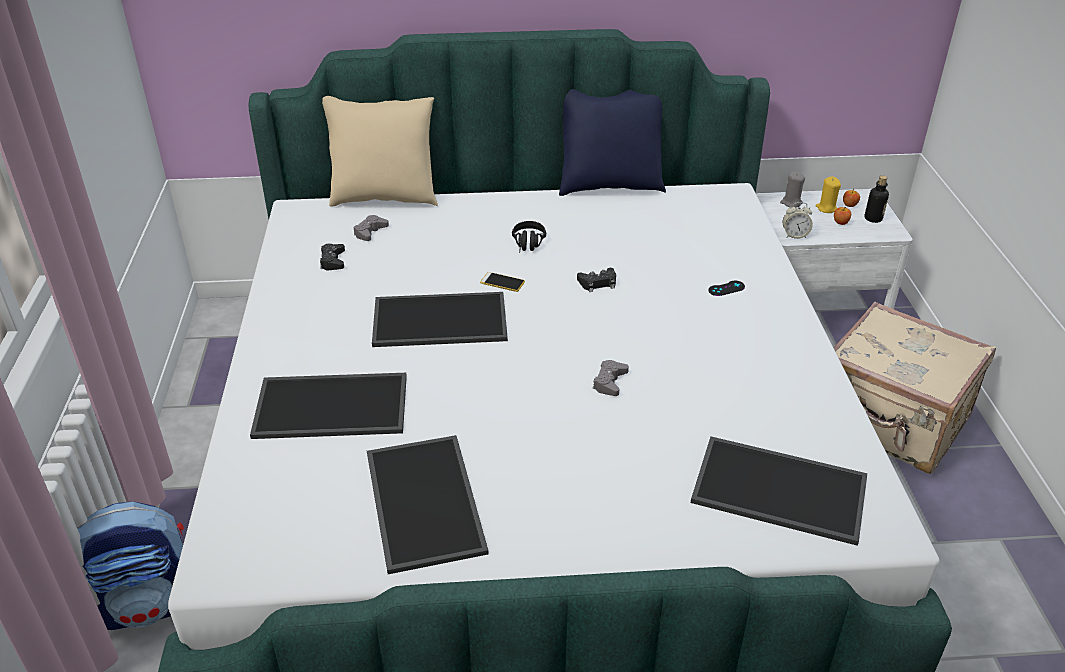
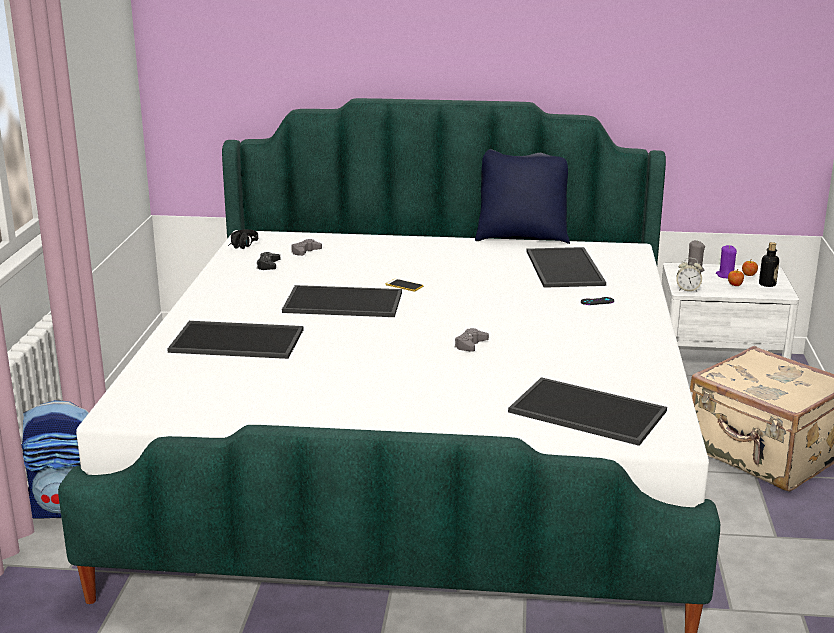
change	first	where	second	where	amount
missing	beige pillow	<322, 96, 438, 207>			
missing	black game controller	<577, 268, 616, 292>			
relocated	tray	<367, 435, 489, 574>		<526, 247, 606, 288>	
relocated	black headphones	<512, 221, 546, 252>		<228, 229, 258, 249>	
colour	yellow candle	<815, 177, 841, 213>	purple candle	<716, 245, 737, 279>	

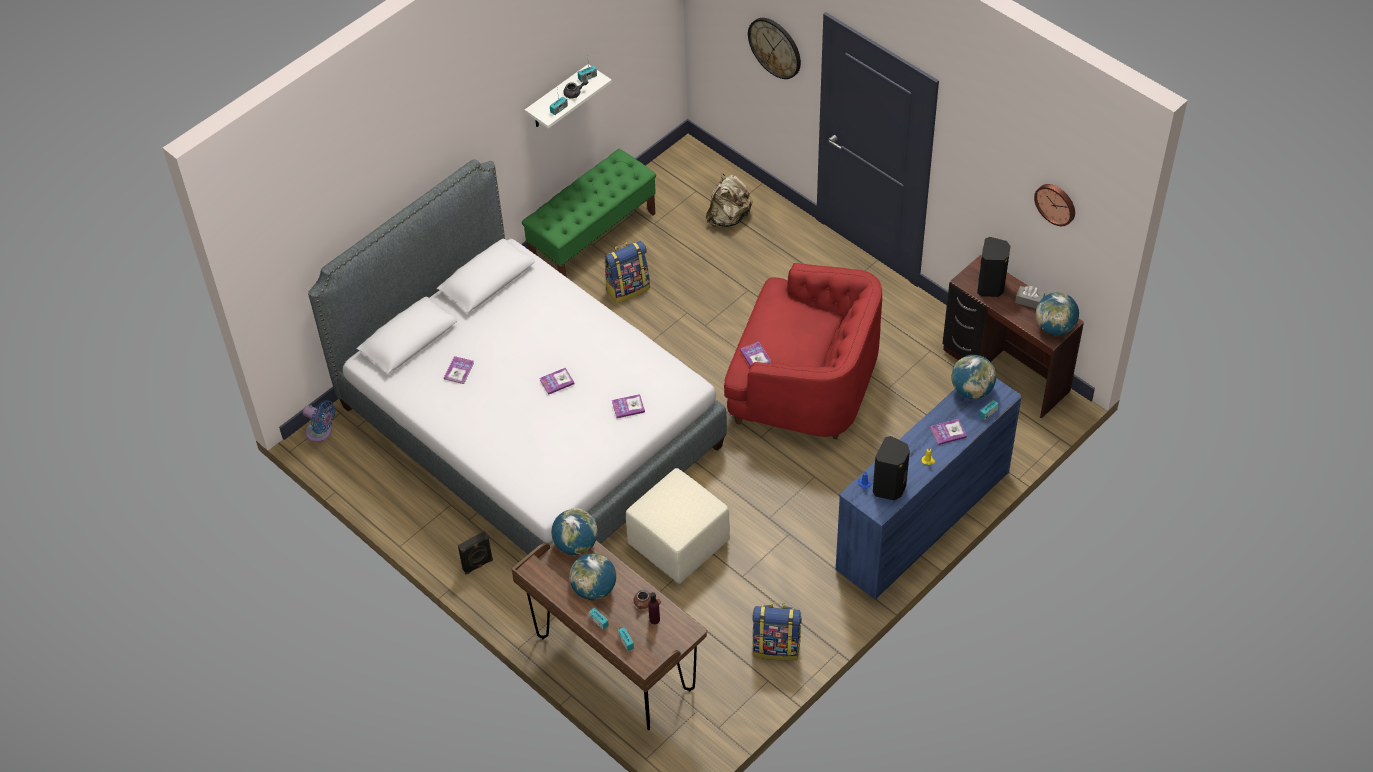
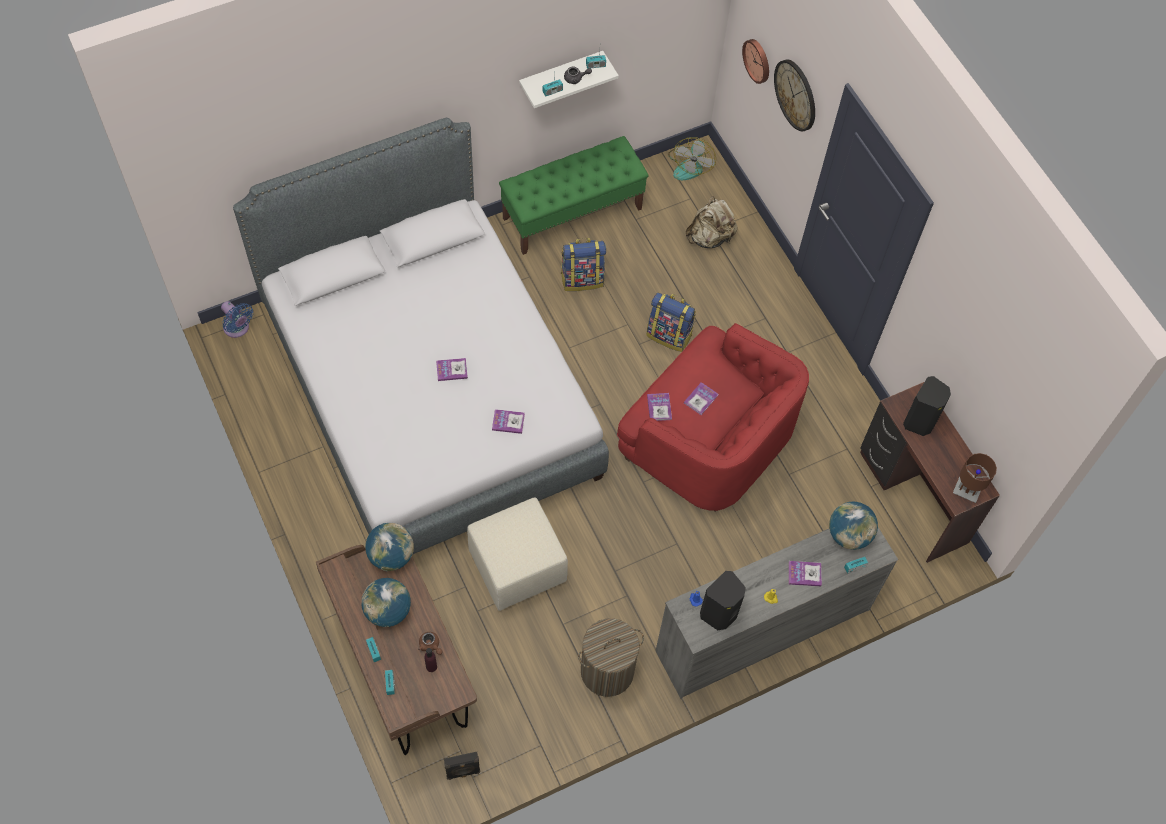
change	first	where	second	where	amount
missing	grey tissue box	<1015, 286, 1045, 308>			
appeared			laundry basket	<578, 618, 644, 697>	
appeared			fan	<668, 137, 716, 180>	
relocated	book	<444, 356, 474, 384>		<684, 382, 718, 415>	
relocated	black speaker	<458, 531, 493, 574>		<444, 752, 480, 780>	
relocated	backpack	<752, 603, 802, 661>		<646, 293, 696, 352>	
relocated	wall clock	<1034, 184, 1075, 226>		<742, 39, 769, 84>	
exchanged	globe	<1036, 292, 1079, 335>	brown table lamp	<953, 453, 997, 503>	
colour	blue dresser	<836, 378, 1022, 600>	grey dresser	<656, 527, 898, 699>	

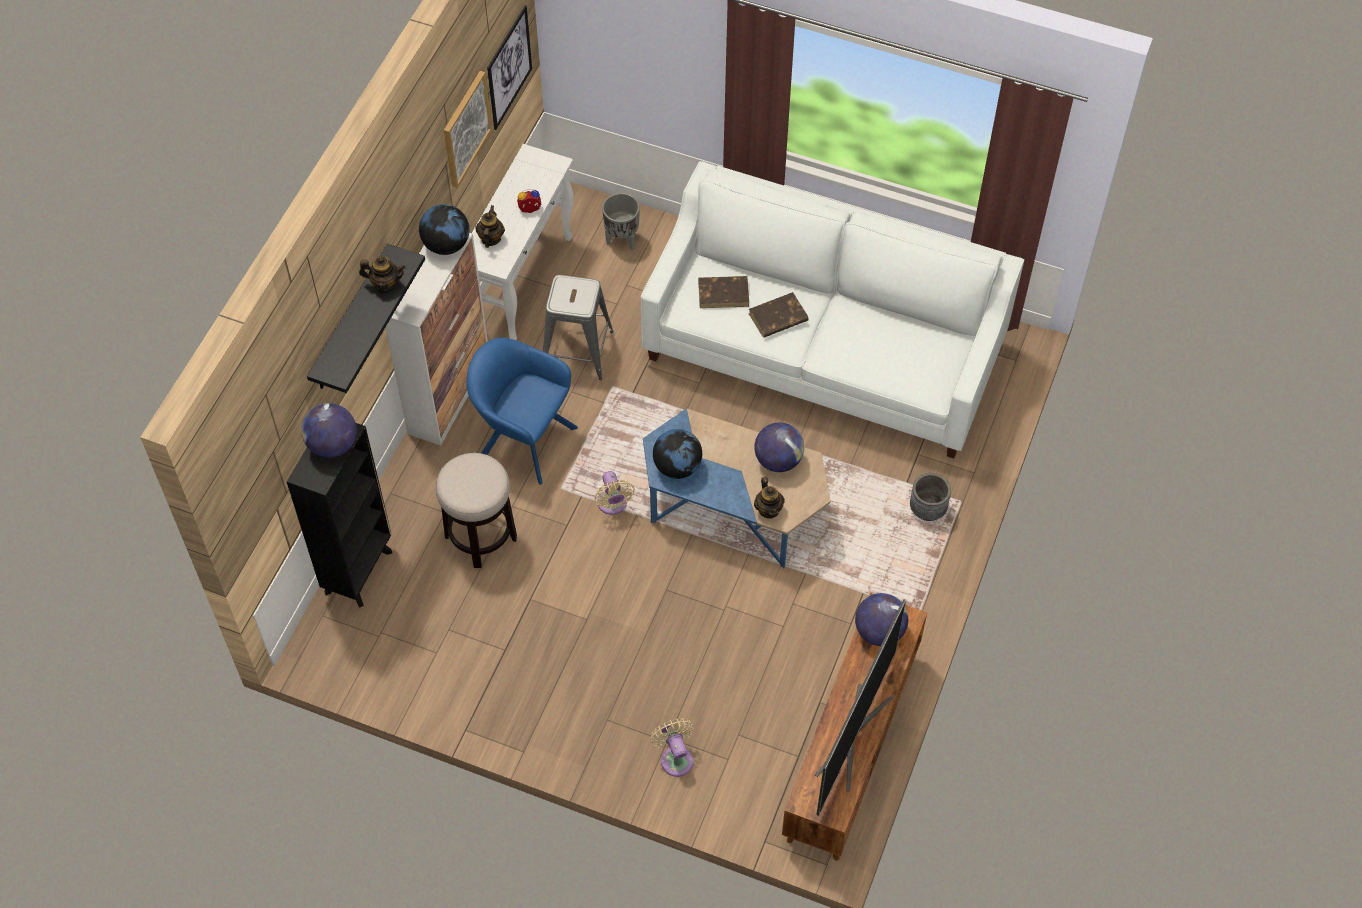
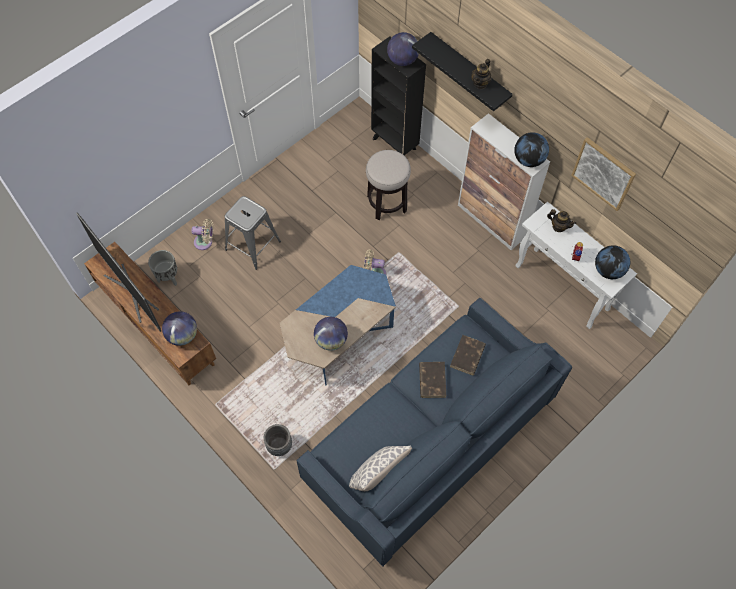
change	first	where	second	where	amount
missing	blue armchair	<467, 338, 578, 485>			
missing	picture	<487, 5, 532, 130>			
missing	teapot	<754, 477, 785, 519>			
appeared			pillow	<349, 446, 412, 491>	
relocated	grey stool	<543, 275, 613, 380>		<225, 196, 281, 270>	
relocated	grey planter	<602, 193, 640, 250>		<148, 250, 177, 286>	
relocated	globe	<653, 429, 702, 479>		<595, 245, 630, 279>	
colour	white sofa	<641, 161, 1025, 458>	blue sofa	<296, 297, 572, 566>	

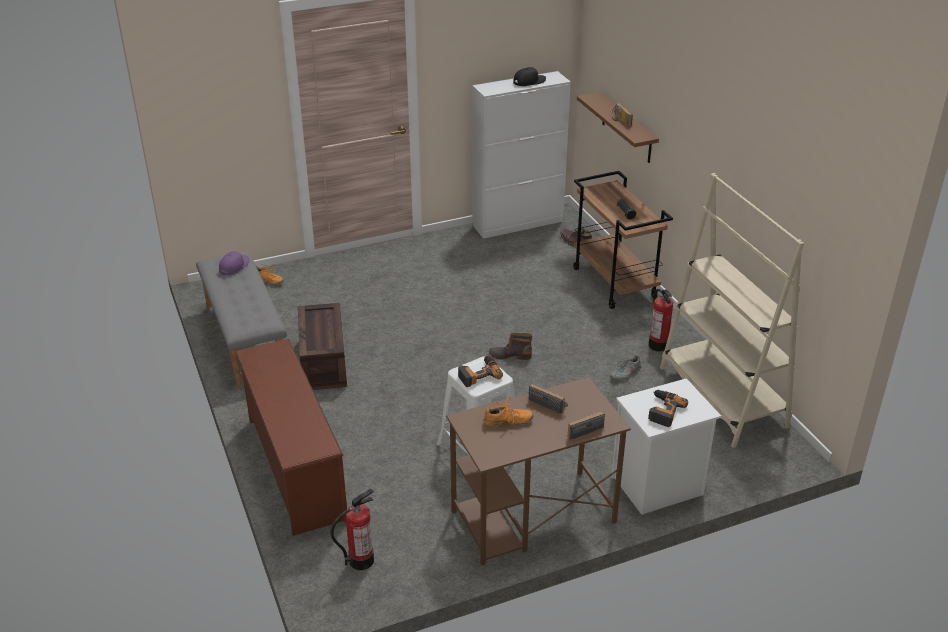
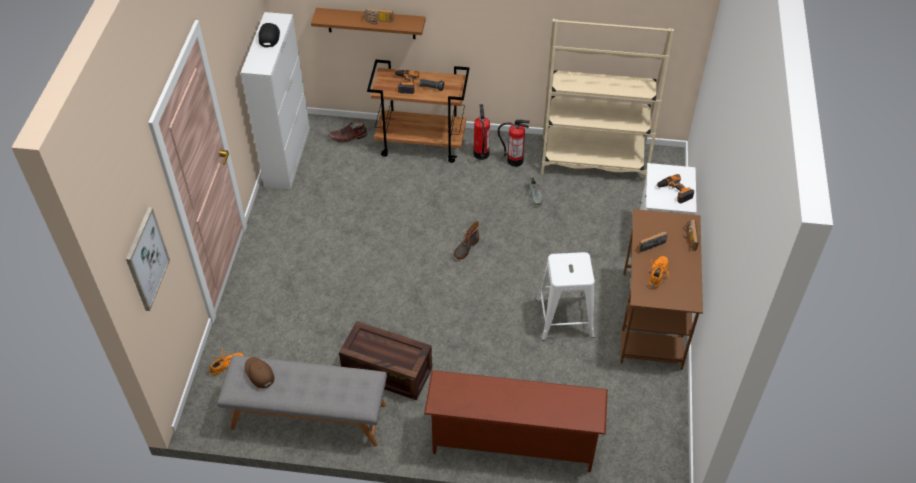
change	first	where	second	where	amount
appeared			picture	<126, 207, 170, 311>	
relocated	fire extinguisher	<331, 489, 374, 570>		<473, 104, 490, 160>	
relocated	power drill	<458, 356, 503, 387>		<394, 70, 419, 94>	
colour	purple cap	<219, 251, 249, 275>	brown cap	<245, 357, 275, 389>	

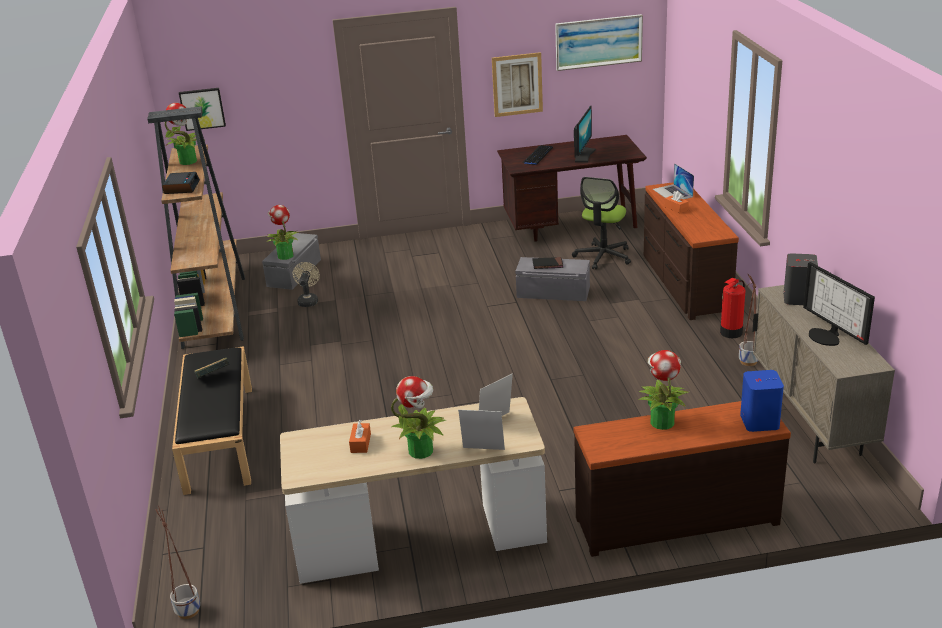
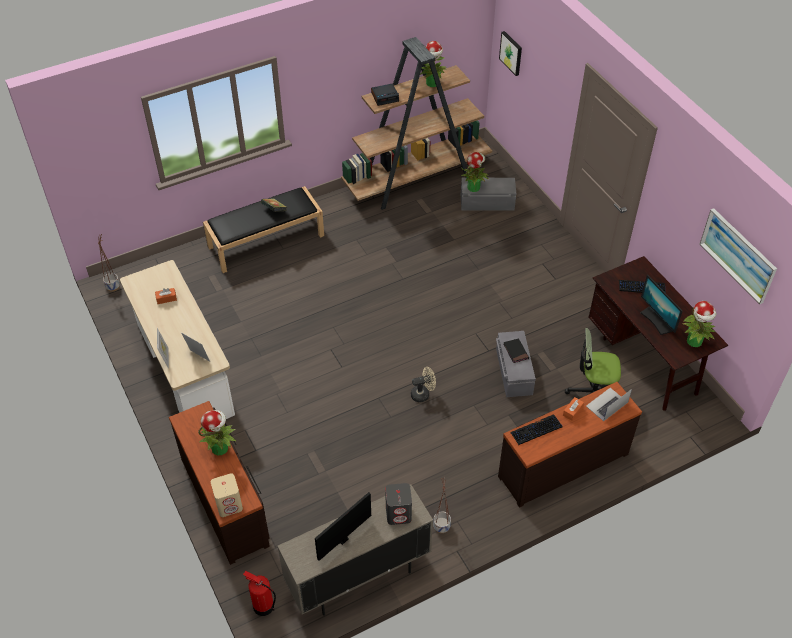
change	first	where	second	where	amount
missing	picture	<492, 52, 543, 117>			
appeared			keyboard	<510, 414, 562, 445>	
relocated	beige fan	<293, 262, 320, 307>		<411, 367, 436, 402>	
relocated	potted plant	<391, 376, 447, 459>		<682, 301, 716, 347>	
relocated	fire extinguisher	<720, 278, 746, 338>		<243, 571, 276, 616>	
colour	blue speaker	<740, 370, 784, 432>	beige speaker	<211, 473, 243, 517>	
spun	monitor	<574, 105, 596, 162>		<641, 275, 683, 335>	60 degrees clockwise

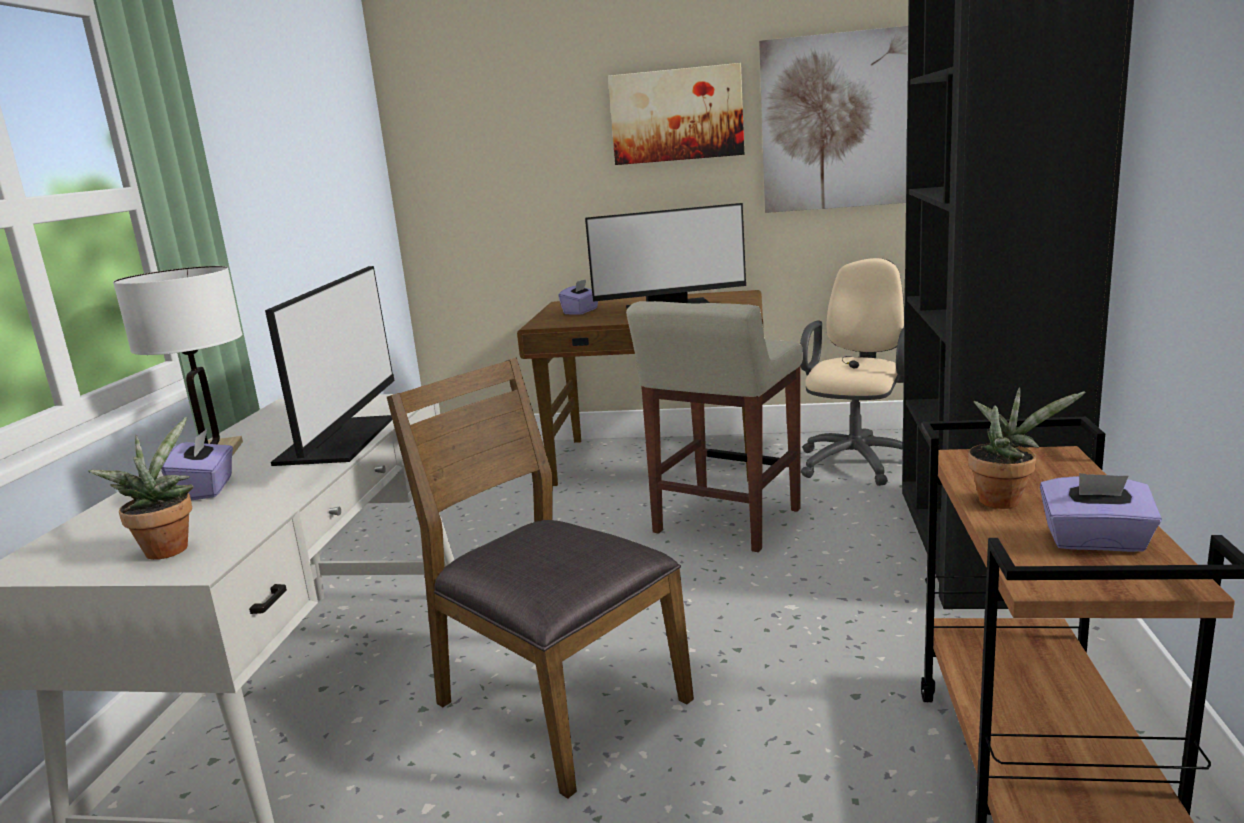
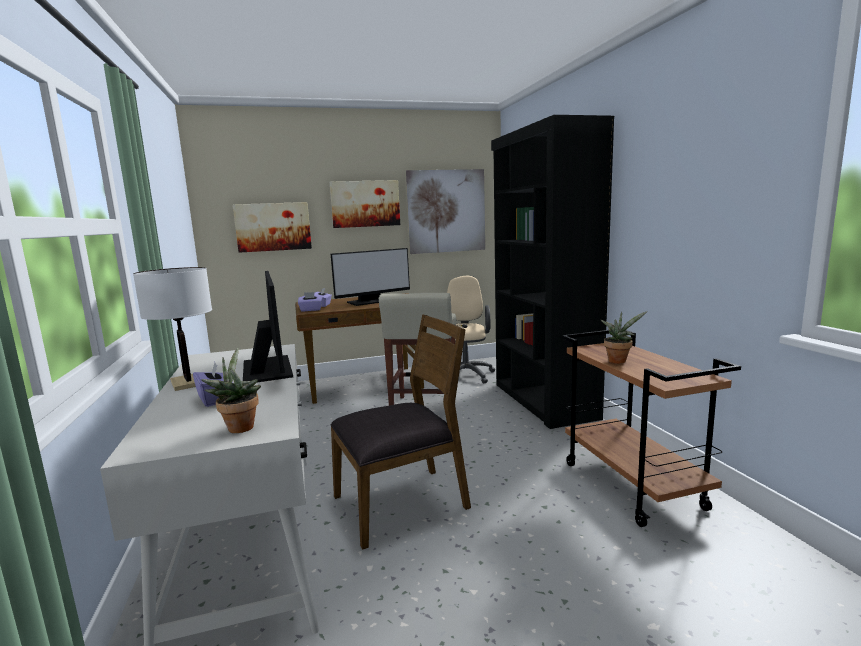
change	first	where	second	where	amount
appeared			picture	<233, 202, 312, 253>	
relocated	purple tissue box	<1040, 473, 1162, 552>		<298, 292, 323, 311>	
spun	brown chair	<387, 357, 694, 799>		<330, 314, 471, 550>	135 degrees clockwise

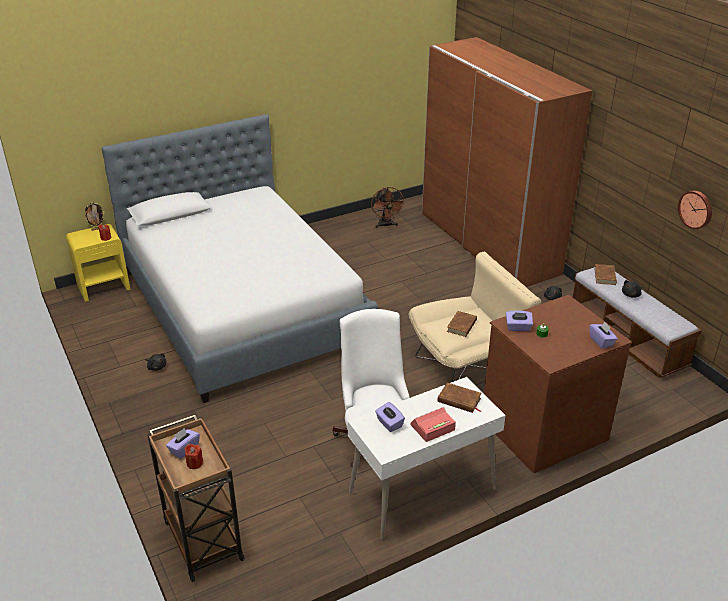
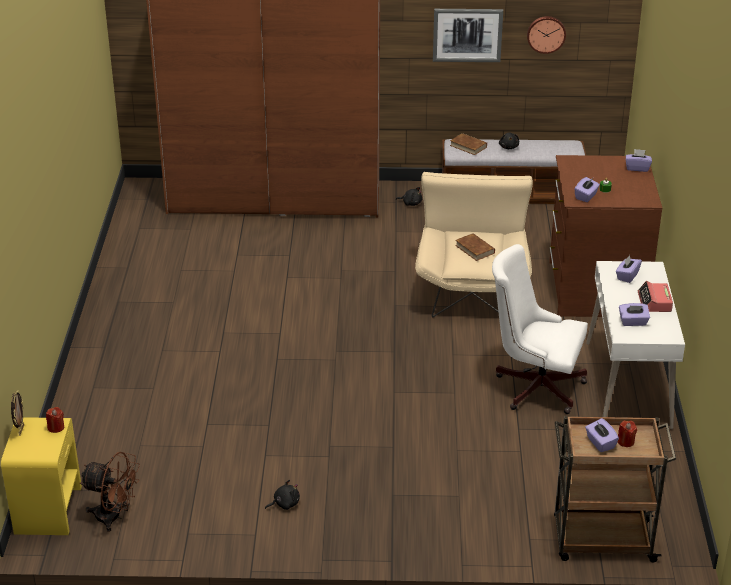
change	first	where	second	where	amount
missing	bed	<102, 114, 378, 403>			
appeared			picture	<433, 9, 503, 62>	
relocated	brown fan	<371, 187, 405, 228>		<80, 452, 140, 532>	
exchanged	brown book	<438, 383, 481, 413>	purple tissue box	<616, 255, 642, 283>	

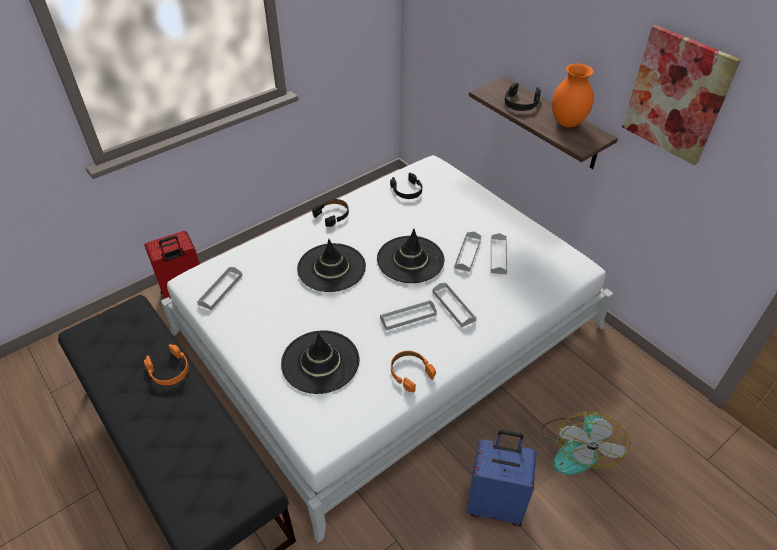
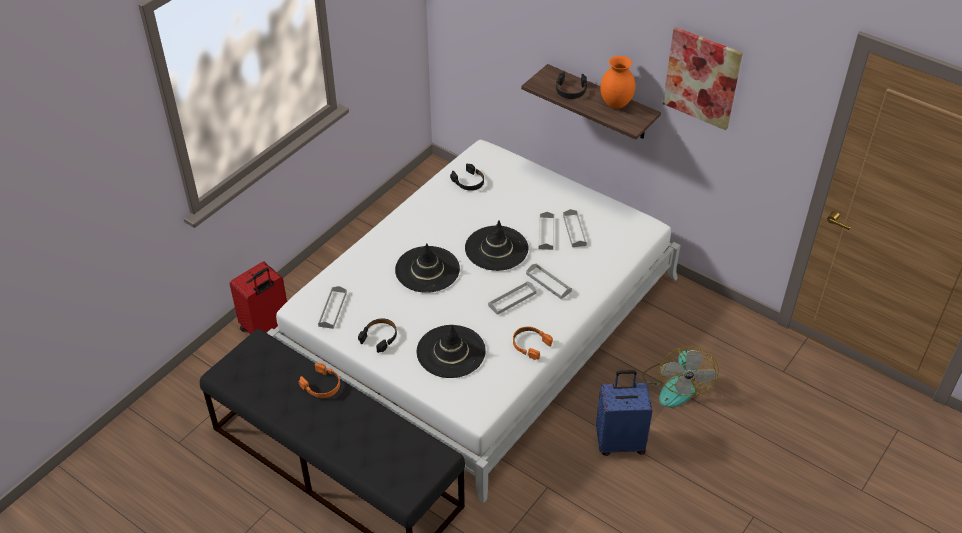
change	first	where	second	where	amount
relocated	black headphones	<312, 199, 349, 227>		<358, 318, 397, 353>	

